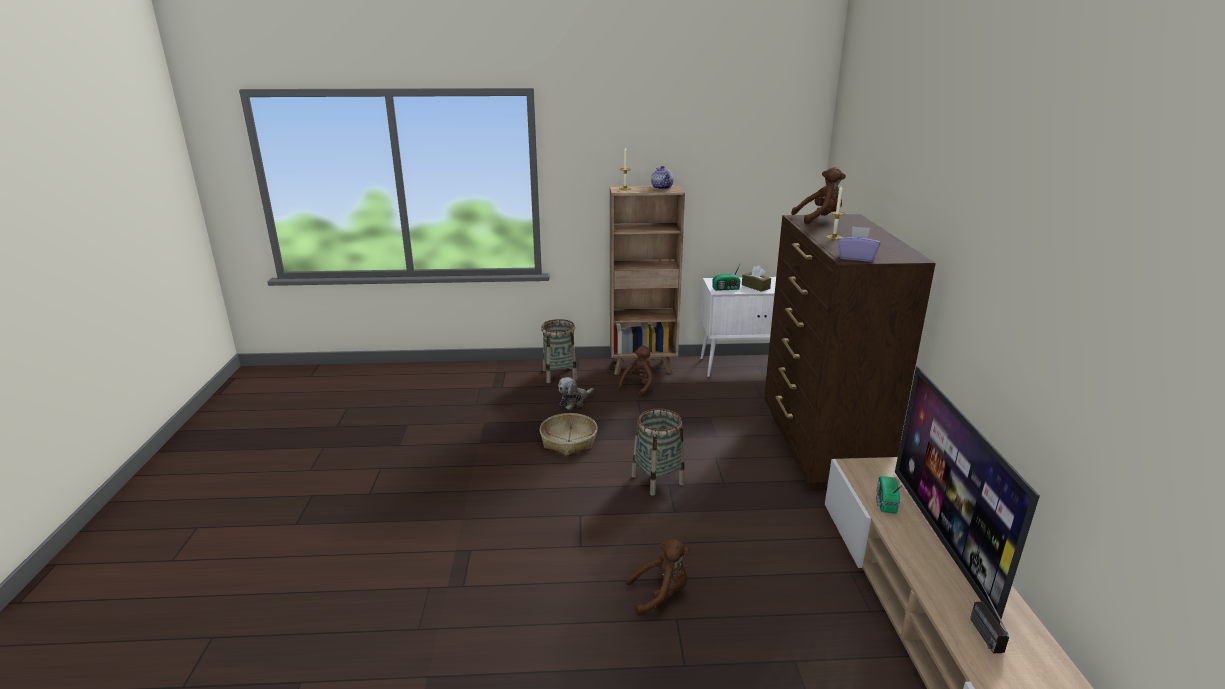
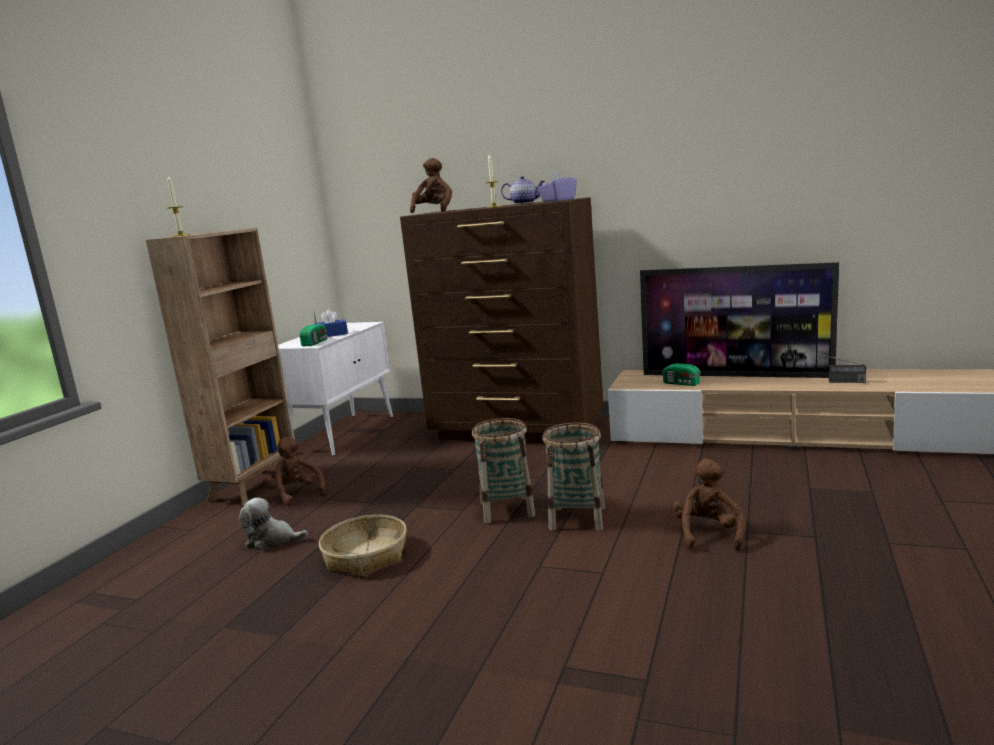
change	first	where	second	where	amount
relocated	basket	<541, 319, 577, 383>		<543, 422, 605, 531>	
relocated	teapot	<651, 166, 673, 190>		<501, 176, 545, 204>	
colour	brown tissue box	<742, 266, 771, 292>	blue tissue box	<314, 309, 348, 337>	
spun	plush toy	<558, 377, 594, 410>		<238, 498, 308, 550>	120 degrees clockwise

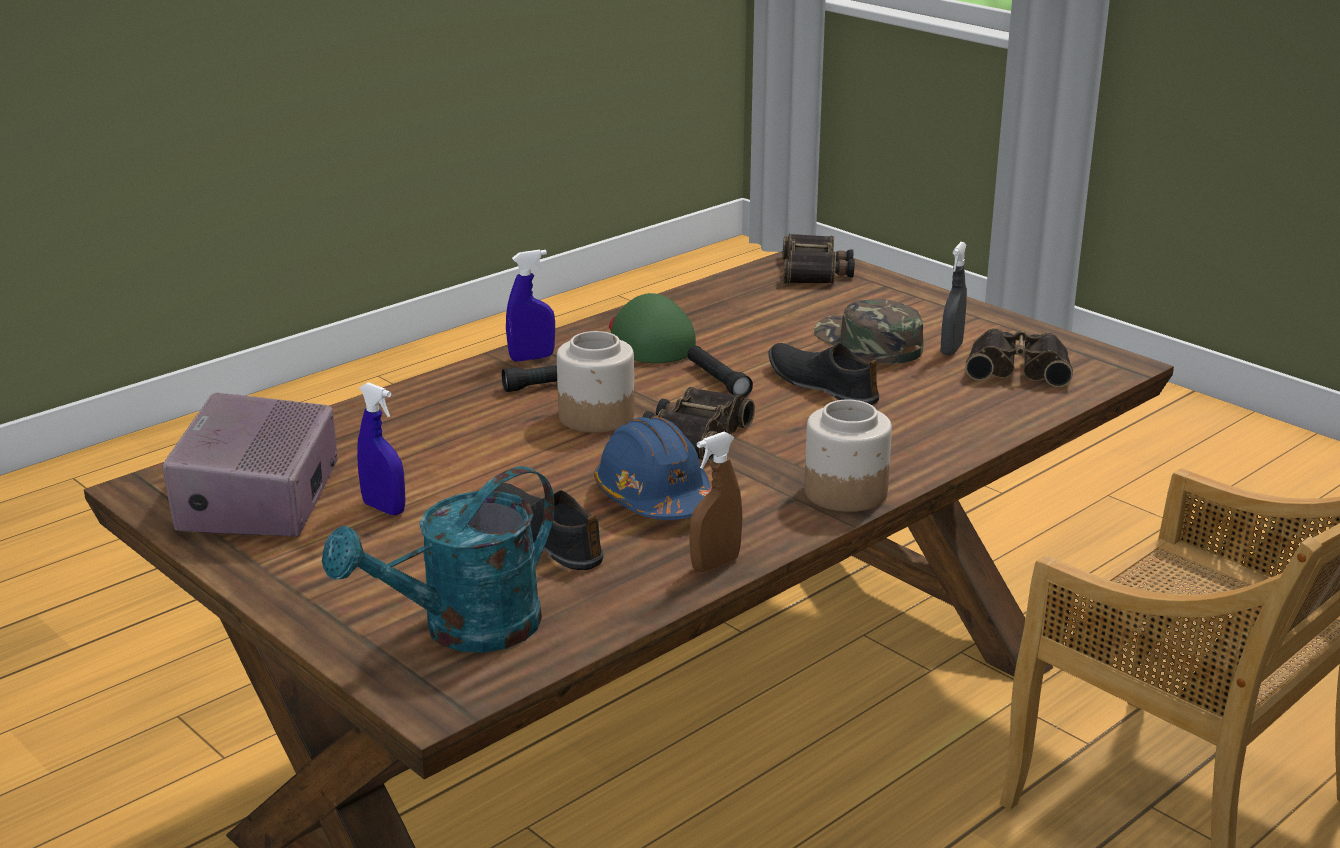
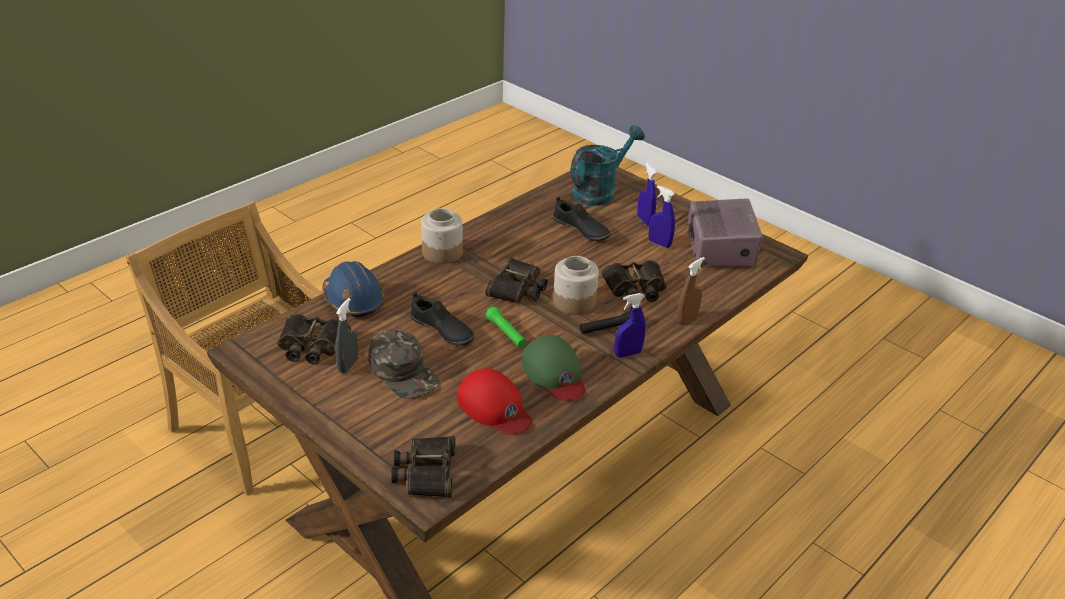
change	first	where	second	where	amount
appeared			red cap	<457, 368, 532, 435>	
appeared			binoculars	<601, 260, 667, 304>	
appeared			blue spray bottle	<637, 162, 657, 226>	
relocated	blue hard hat	<594, 417, 712, 520>		<322, 261, 385, 317>	
relocated	brown spray bottle	<689, 432, 742, 572>		<677, 257, 705, 324>	
colour	black flashlight	<687, 346, 753, 397>	green flashlight	<485, 306, 527, 348>	

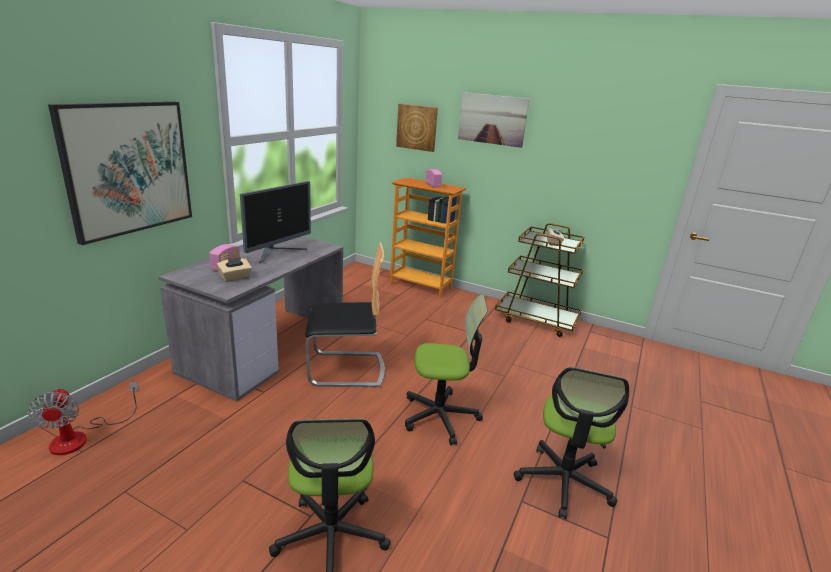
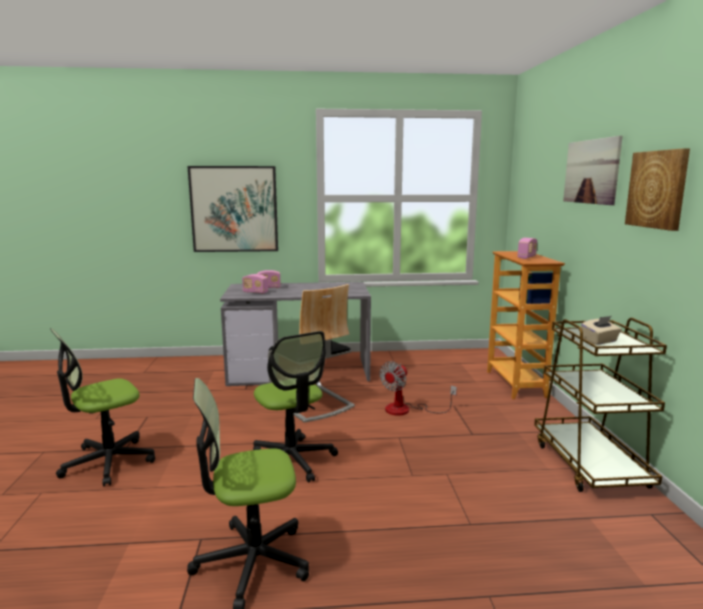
change	first	where	second	where	amount
missing	monitor	<240, 181, 311, 264>			
relocated	fan	<28, 382, 139, 455>		<379, 361, 457, 416>	
relocated	picture	<396, 104, 438, 152>		<625, 148, 690, 231>	
exchanged	beige tissue box	<217, 257, 252, 282>	radio	<242, 274, 268, 294>	

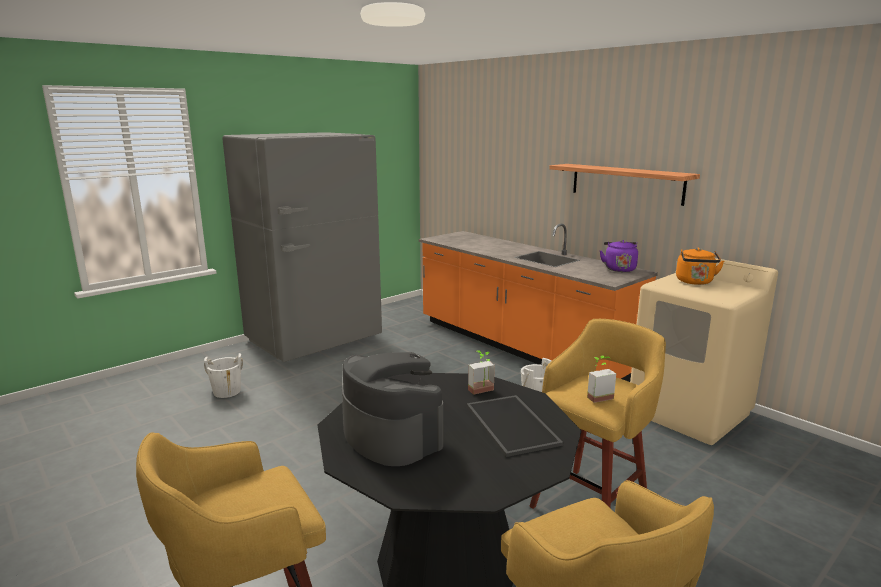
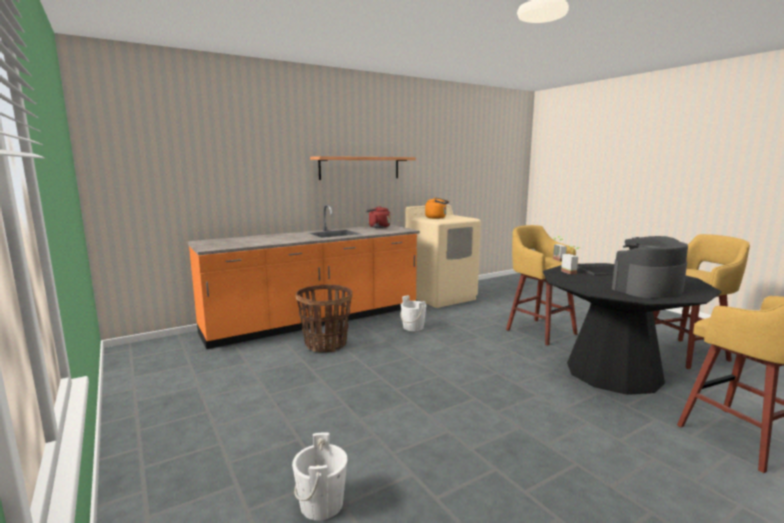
change	first	where	second	where	amount
missing	grey fridge	<222, 132, 382, 362>			
appeared			basket	<295, 285, 352, 352>	
colour	purple kettle	<600, 240, 638, 272>	red kettle	<365, 206, 391, 228>	

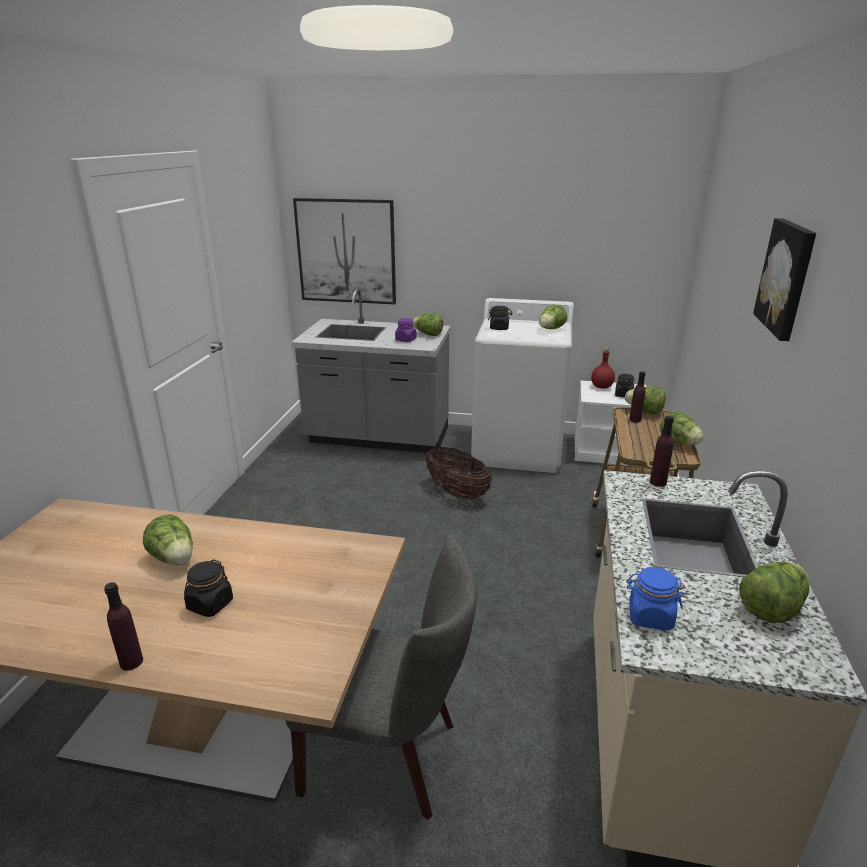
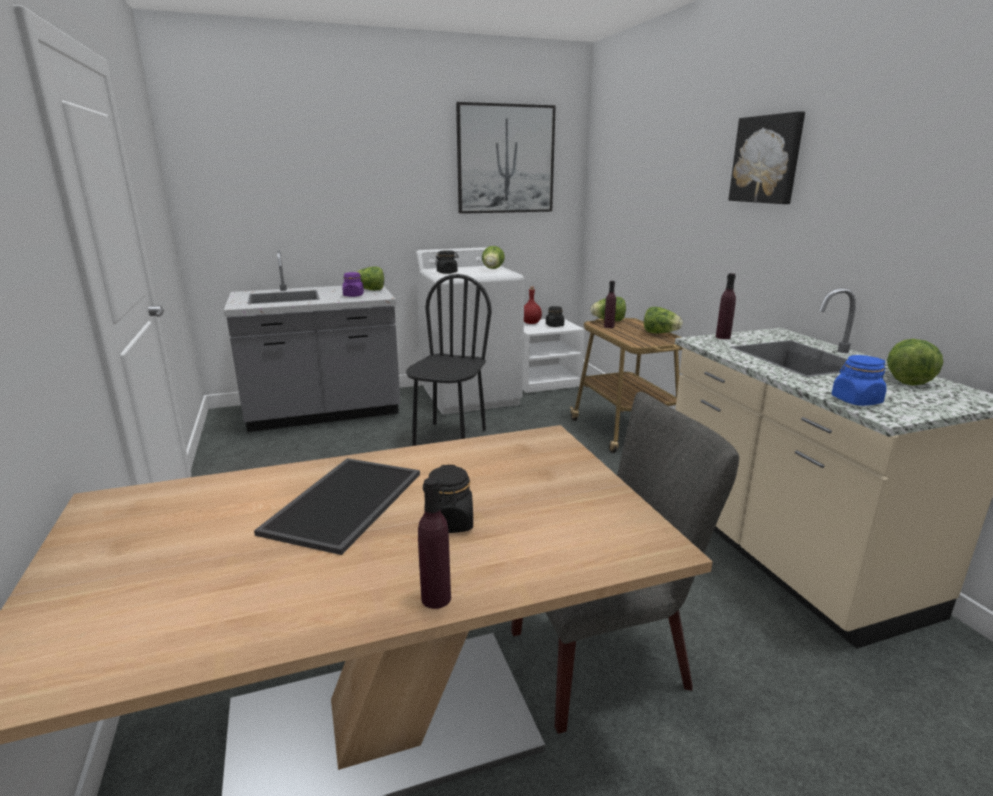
change	first	where	second	where	amount
relocated	picture	<293, 198, 396, 304>		<456, 102, 556, 214>	
exchanged	lettuce	<143, 514, 193, 565>	tray	<254, 458, 420, 555>	
exchanged	basket	<426, 447, 492, 500>	black chair	<406, 274, 492, 446>	

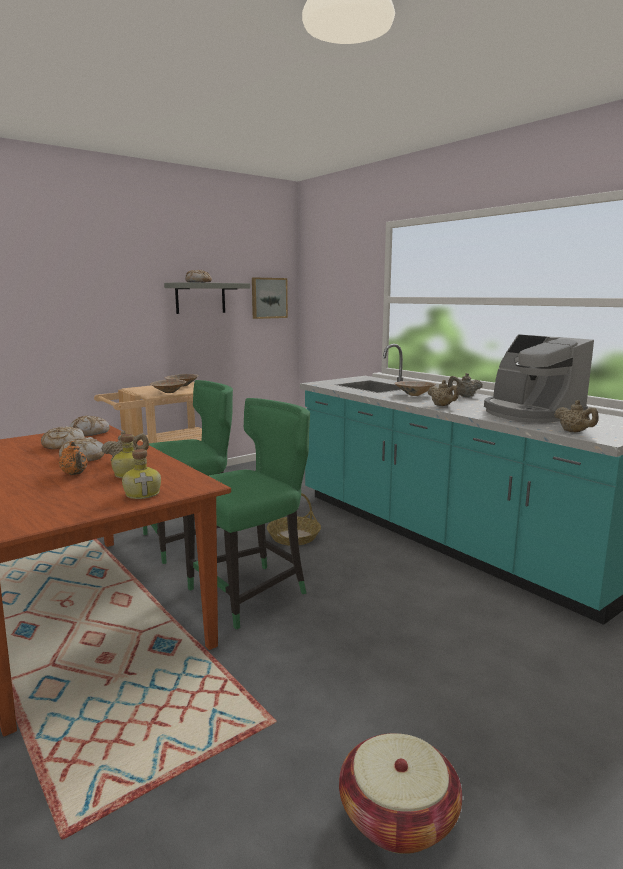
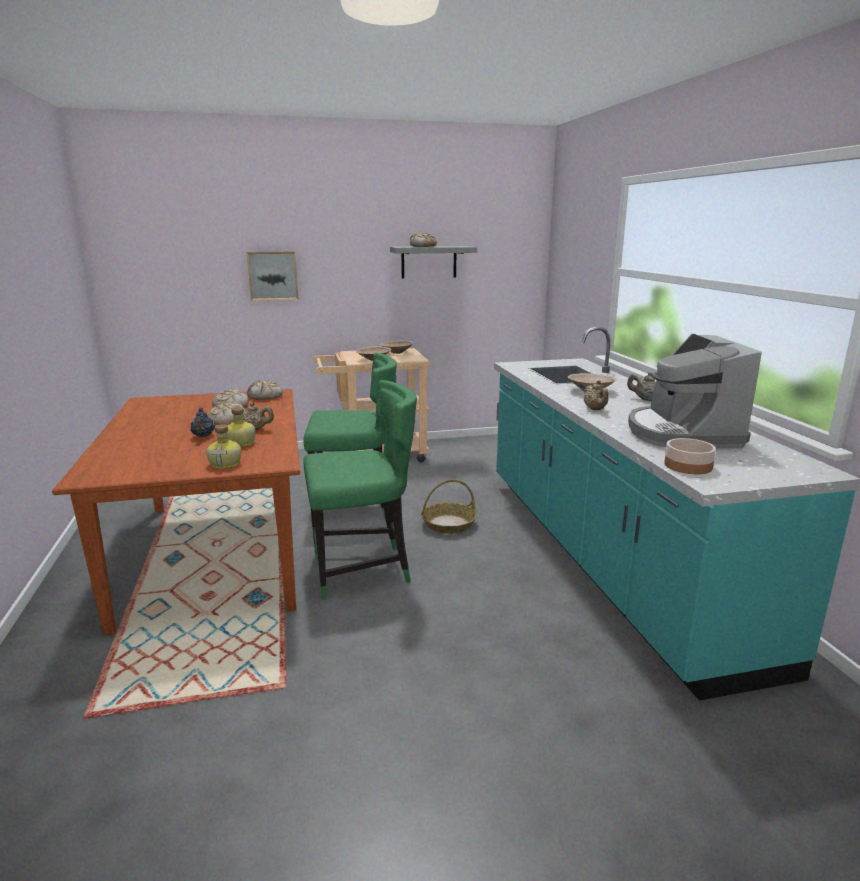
change	first	where	second	where	amount
missing	basket	<339, 733, 462, 854>			
relocated	picture	<252, 278, 288, 319>		<247, 252, 299, 301>	
exchanged	beige teapot	<554, 400, 599, 432>	bowl	<664, 438, 716, 474>	
colour	orange teapot	<59, 441, 88, 475>	blue teapot	<191, 408, 215, 437>	

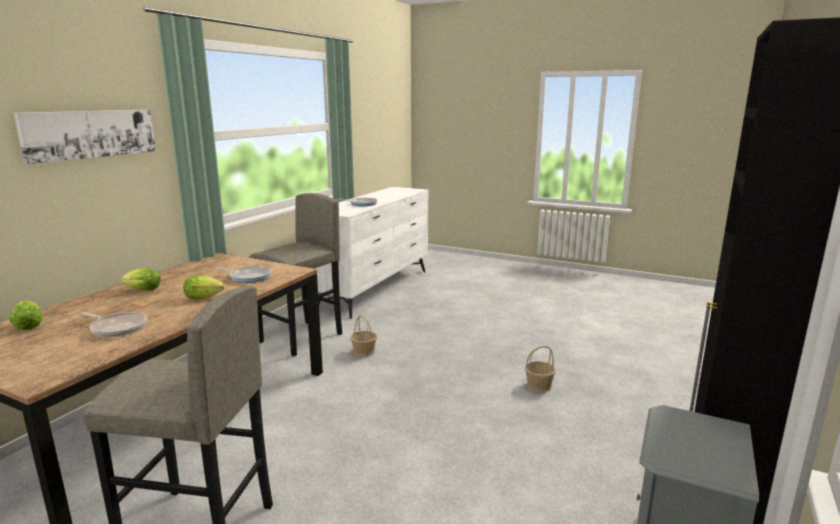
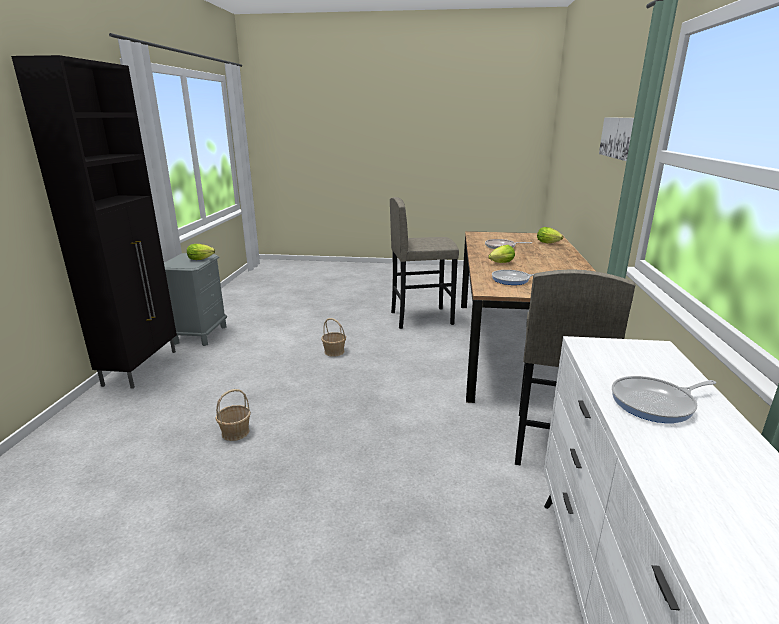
change	first	where	second	where	amount
relocated	lettuce	<121, 268, 161, 290>		<187, 244, 215, 260>	
relocated	basket	<350, 315, 377, 357>		<321, 318, 346, 357>	

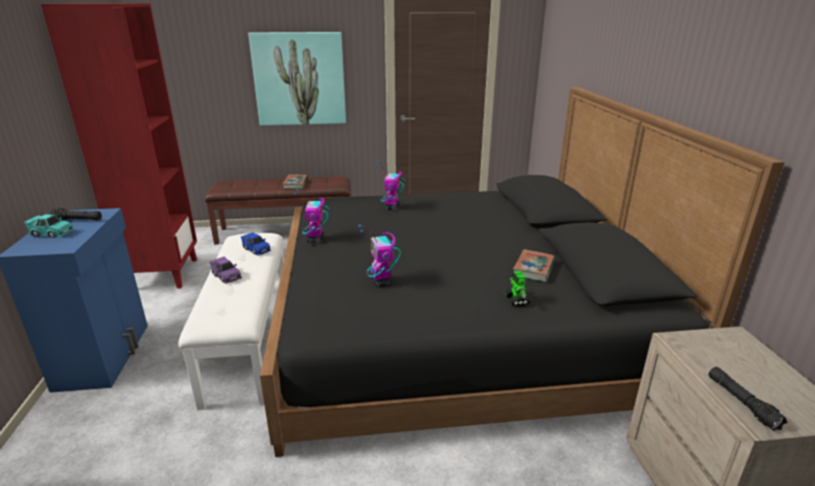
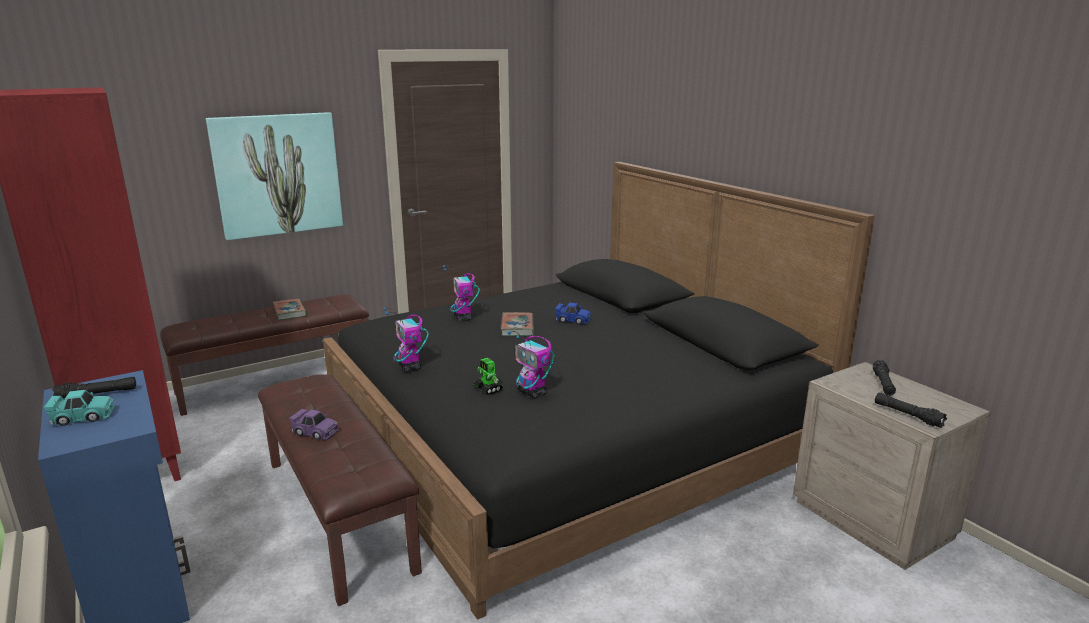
change	first	where	second	where	amount
appeared			black flashlight	<873, 360, 896, 396>	
relocated	blue toy car	<241, 232, 271, 255>		<555, 303, 591, 324>	
relocated	toy robot	<504, 271, 530, 307>		<473, 358, 503, 395>	
relocated	book	<513, 250, 555, 282>		<501, 312, 534, 336>	
colour	white bench	<178, 233, 284, 410>	brown bench	<258, 374, 422, 606>	

